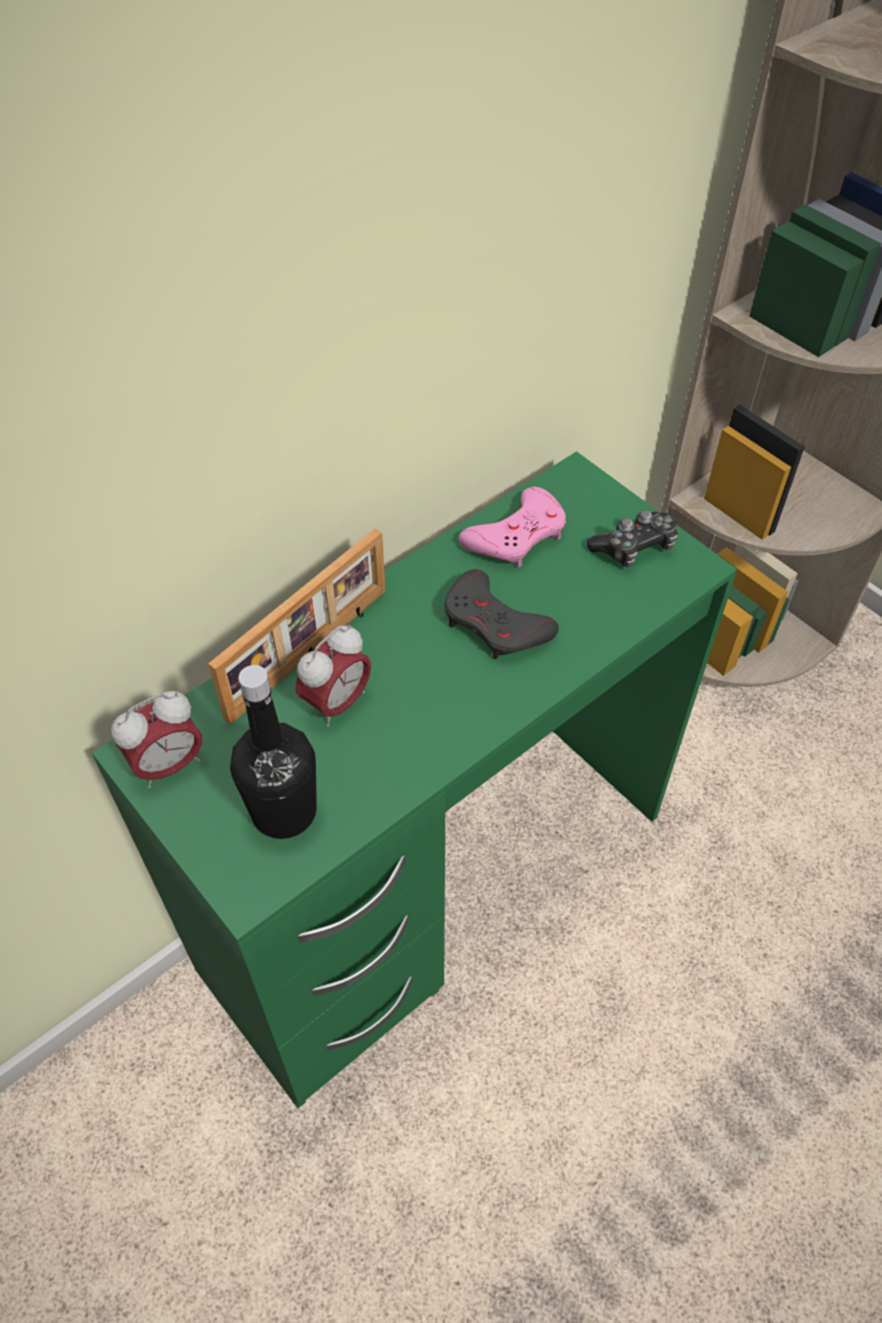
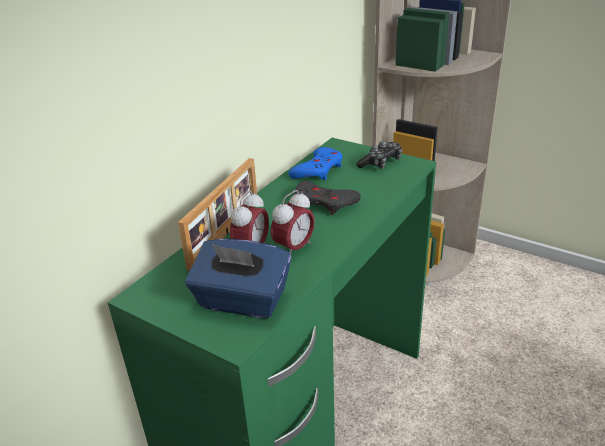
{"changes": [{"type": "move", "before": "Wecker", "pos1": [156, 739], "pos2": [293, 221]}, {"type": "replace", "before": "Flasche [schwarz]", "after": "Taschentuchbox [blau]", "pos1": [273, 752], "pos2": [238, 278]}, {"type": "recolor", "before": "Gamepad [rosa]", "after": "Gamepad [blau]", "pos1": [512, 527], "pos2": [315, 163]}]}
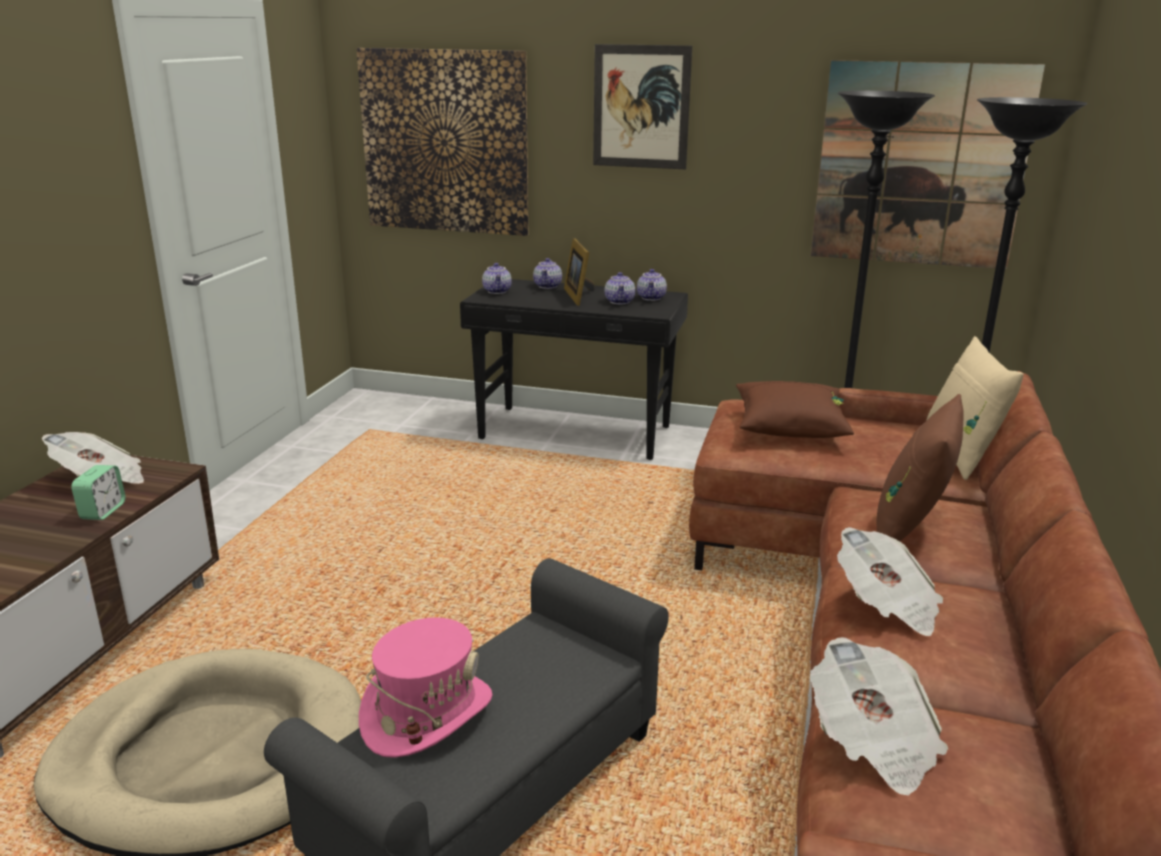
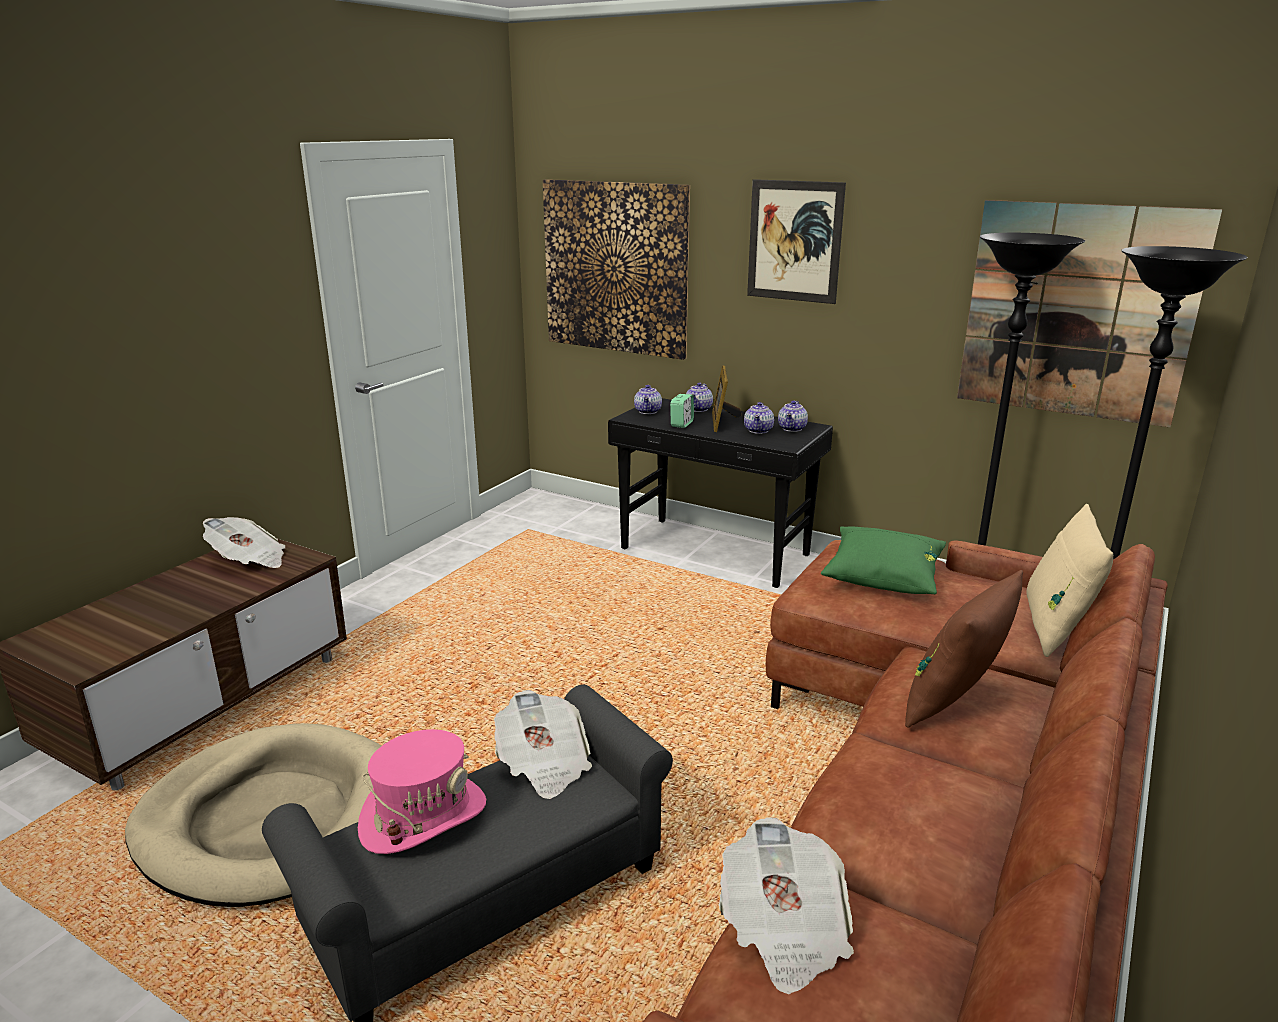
{"changes": [{"type": "move", "before": "Wecker", "pos1": [98, 492], "pos2": [682, 411]}, {"type": "recolor", "before": "Kissen [braun]", "after": "Kissen [grün]", "pos1": [795, 409], "pos2": [883, 560]}, {"type": "move", "before": "Zeitung", "pos1": [890, 581], "pos2": [543, 744]}]}
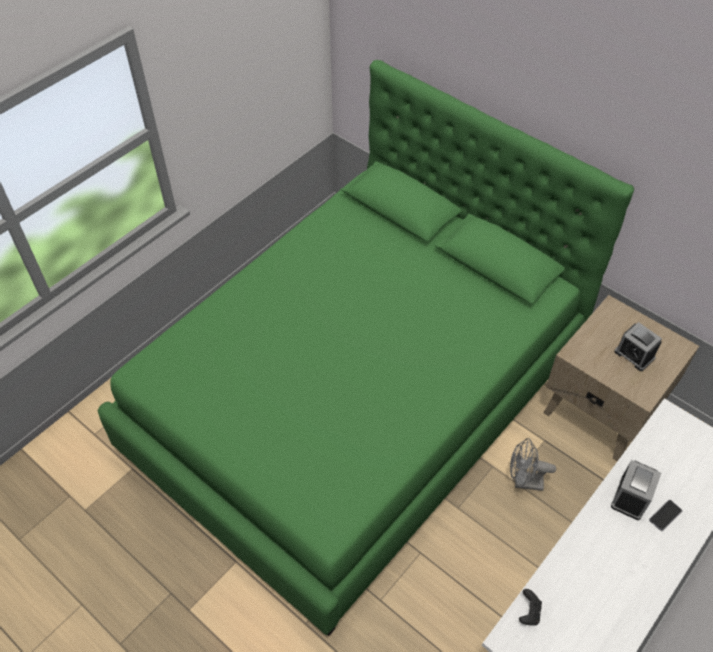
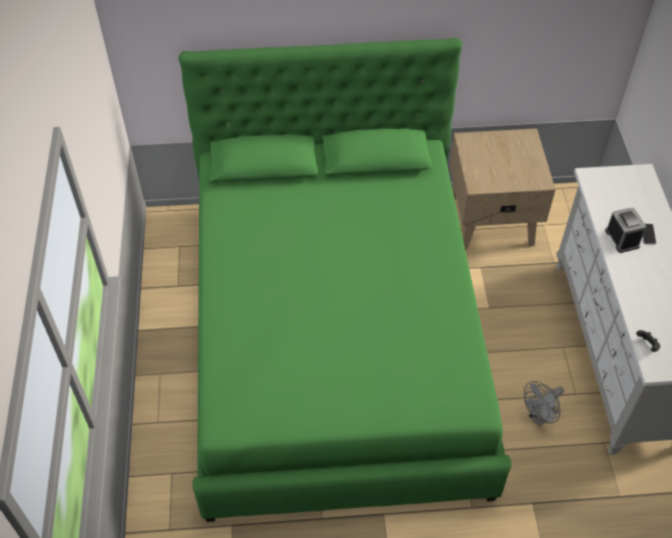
{"changes": [{"type": "move", "before": "Ventilator [grau]", "pos1": [533, 464], "pos2": [544, 404]}, {"type": "delete", "before": "Wecker", "pos1": [638, 346]}]}
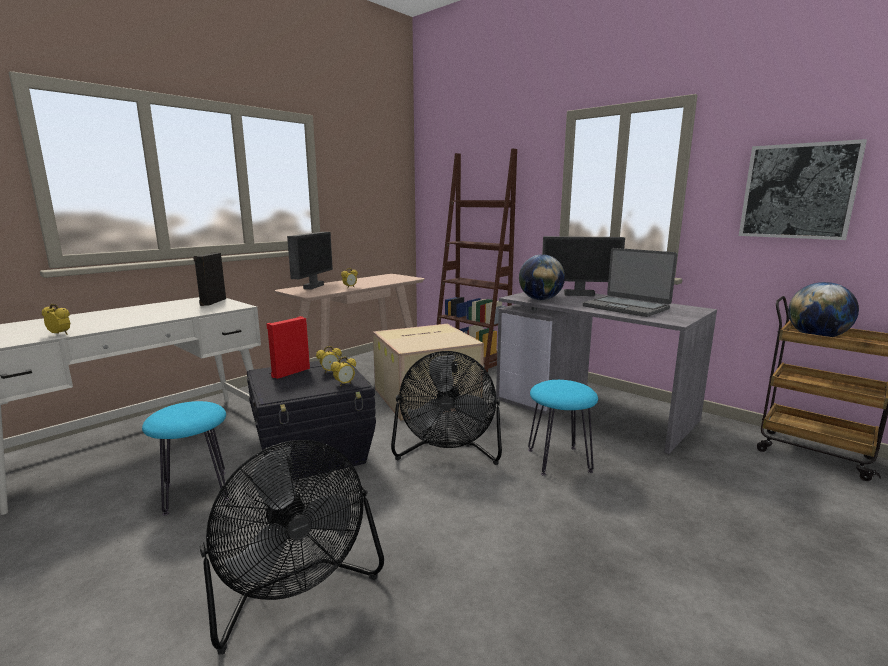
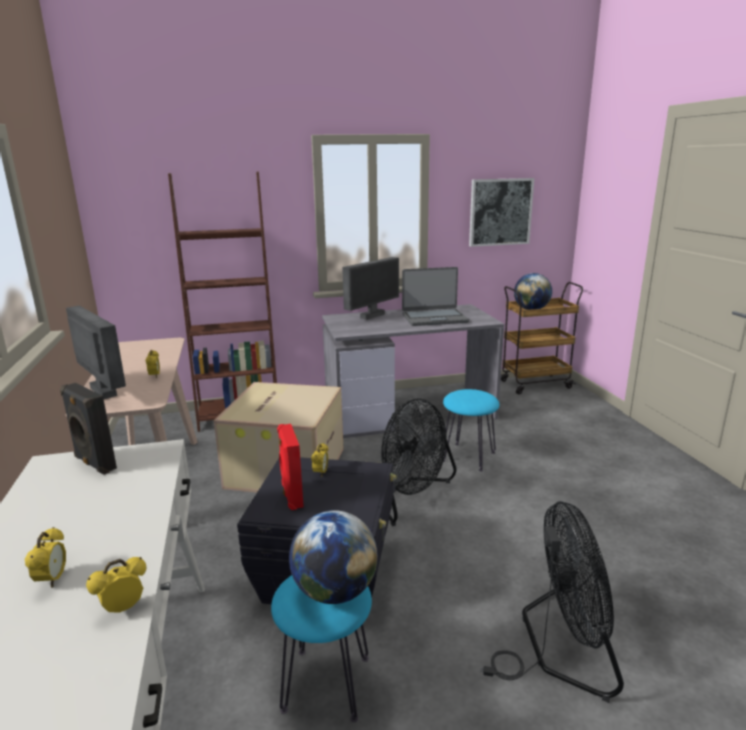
{"changes": [{"type": "move", "before": "Wecker", "pos1": [343, 371], "pos2": [45, 557]}, {"type": "move", "before": "Globus", "pos1": [542, 277], "pos2": [333, 557]}]}
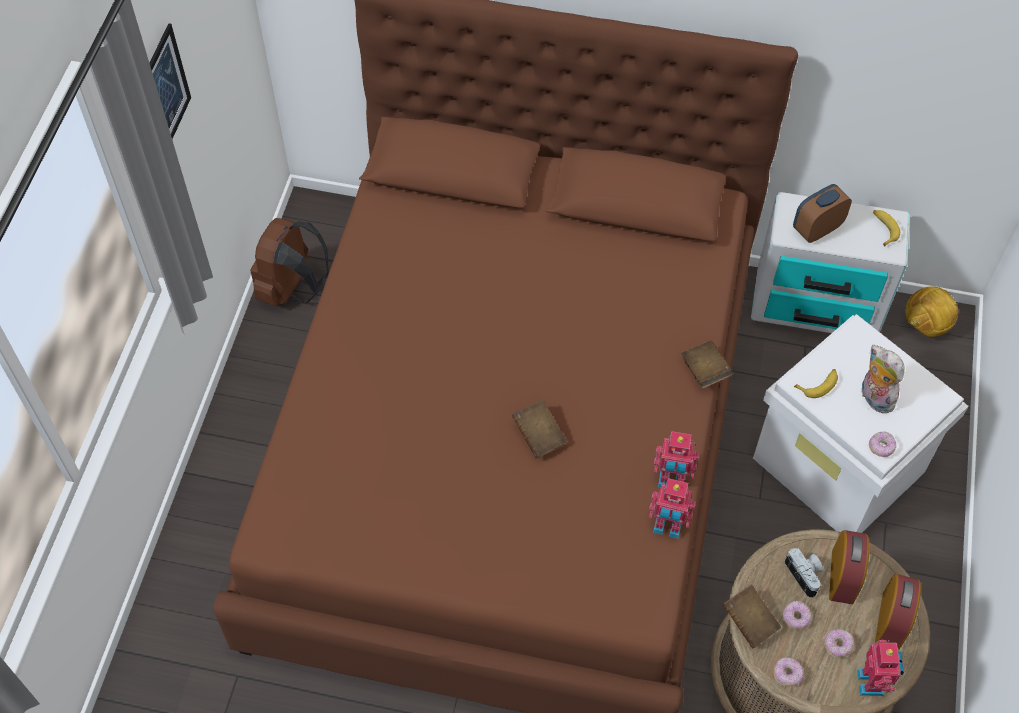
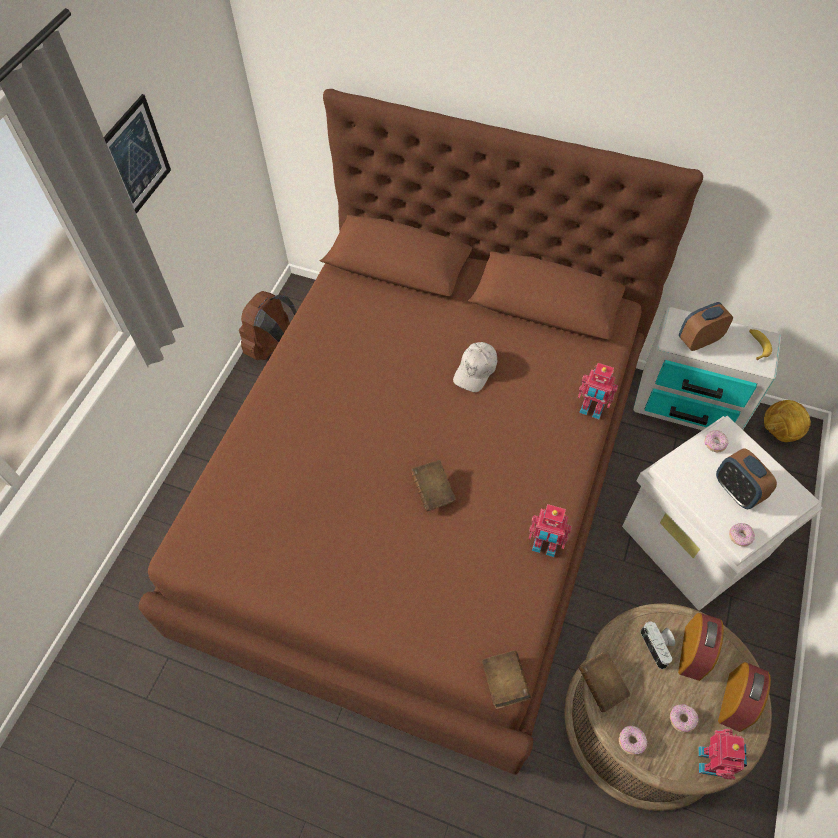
{"changes": [{"type": "move", "before": "Spielzeugroboter", "pos1": [672, 508], "pos2": [598, 391]}, {"type": "move", "before": "Buch [braun]", "pos1": [707, 364], "pos2": [506, 680]}, {"type": "move", "before": "Donut", "pos1": [797, 615], "pos2": [716, 441]}, {"type": "delete", "before": "Banane", "pos1": [816, 383]}, {"type": "replace", "before": "Plüschtier", "after": "Wecker", "pos1": [882, 379], "pos2": [746, 478]}, {"type": "insert", "after": "Kappe [weiß]", "pos2": [475, 367]}]}
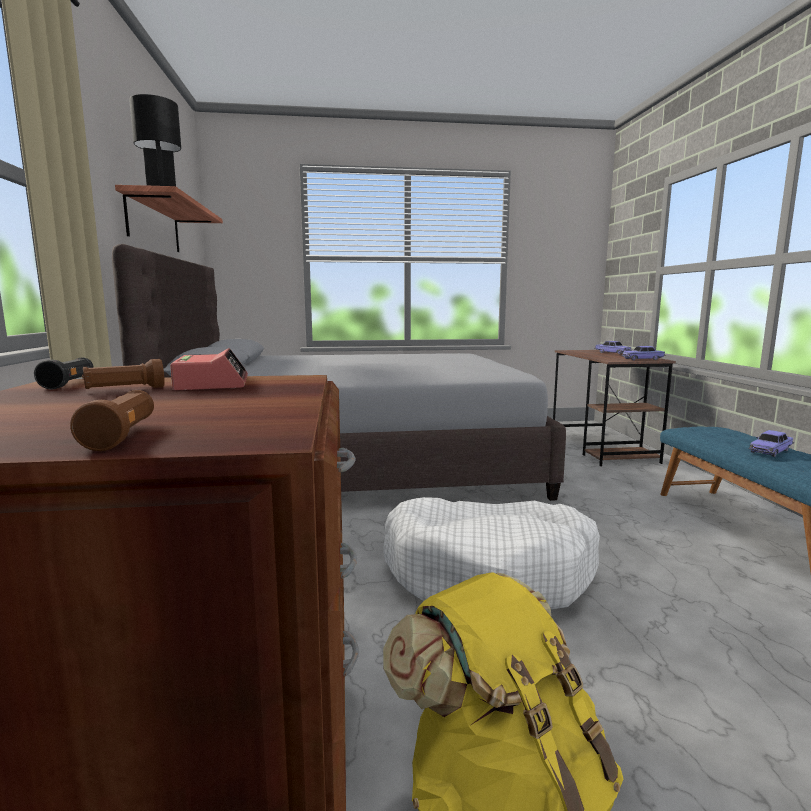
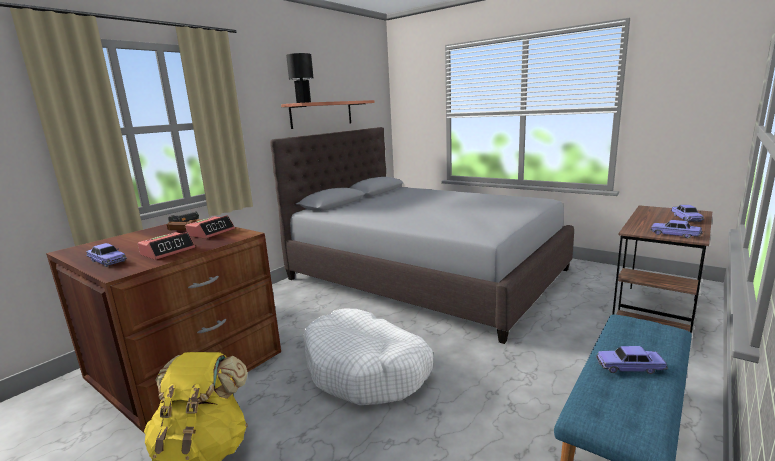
{"changes": [{"type": "replace", "before": "Taschenlampe [braun]", "after": "Spielzeugauto", "pos1": [112, 420], "pos2": [106, 255]}, {"type": "insert", "after": "Wecker", "pos2": [166, 246]}]}
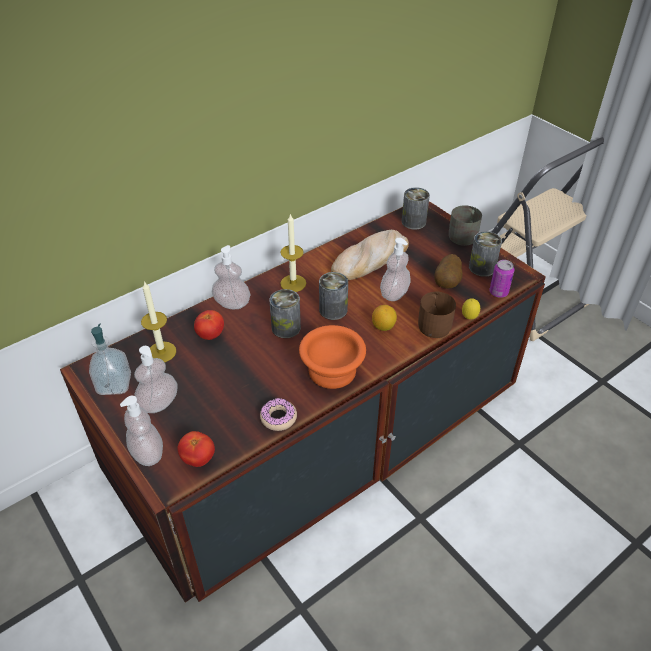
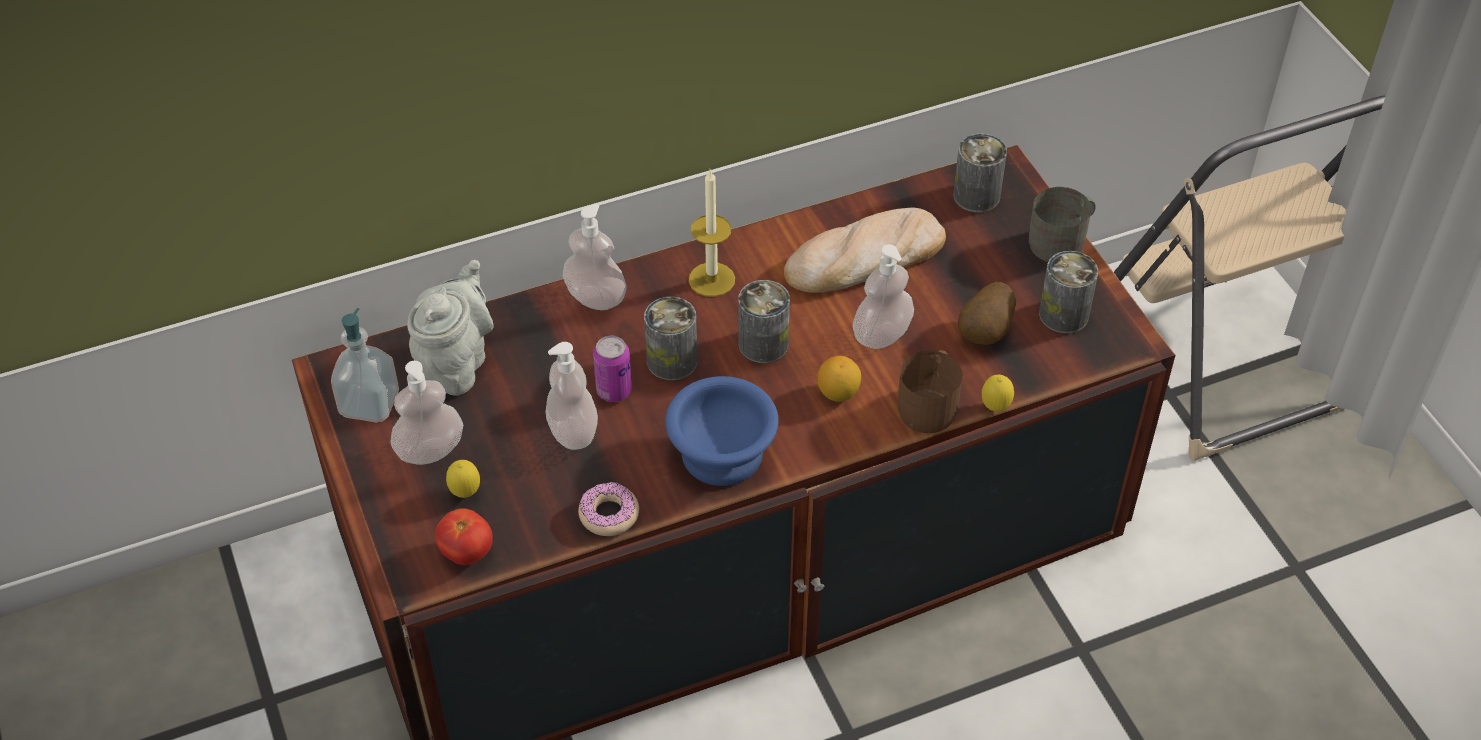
{"changes": [{"type": "move", "before": "Seifenspender", "pos1": [141, 431], "pos2": [572, 396]}, {"type": "replace", "before": "Kerze", "after": "Teekanne [grau]", "pos1": [158, 321], "pos2": [450, 328]}, {"type": "delete", "before": "Tomate", "pos1": [209, 325]}, {"type": "recolor", "before": "Schüssel [orange]", "after": "Schüssel [blau]", "pos1": [332, 357], "pos2": [722, 431]}, {"type": "move", "before": "Dose", "pos1": [501, 279], "pos2": [612, 369]}, {"type": "insert", "after": "Zitrone", "pos2": [463, 479]}]}
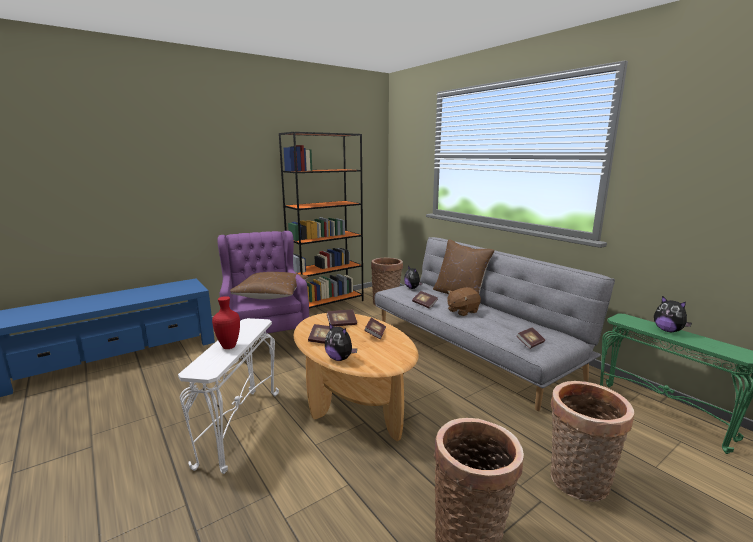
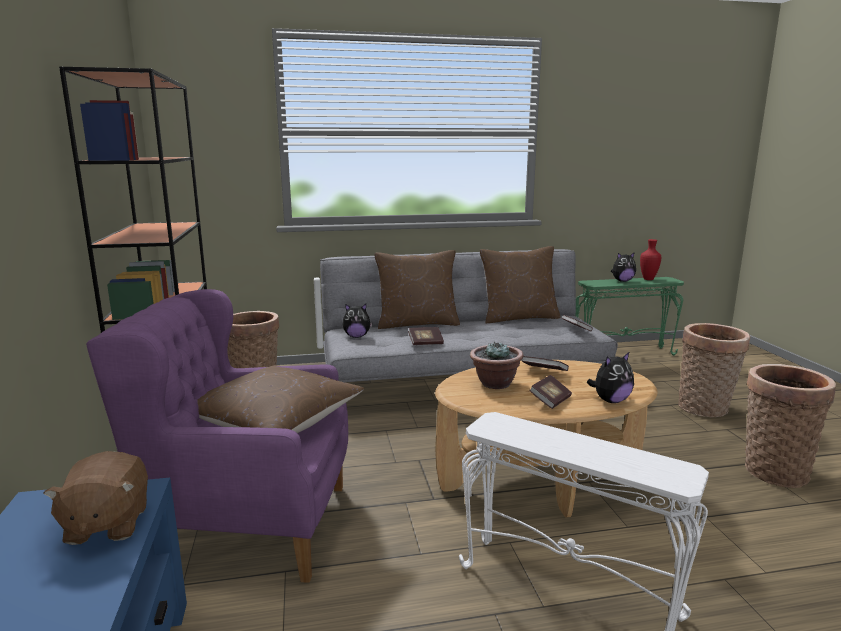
{"changes": [{"type": "move", "before": "Vase [rot]", "pos1": [226, 322], "pos2": [650, 259]}, {"type": "replace", "before": "Buch", "after": "Topfpflanze", "pos1": [342, 318], "pos2": [497, 365]}, {"type": "move", "before": "Plüschtier [braun]", "pos1": [464, 301], "pos2": [95, 498]}, {"type": "insert", "after": "Kissen [braun]", "pos2": [520, 284]}]}
